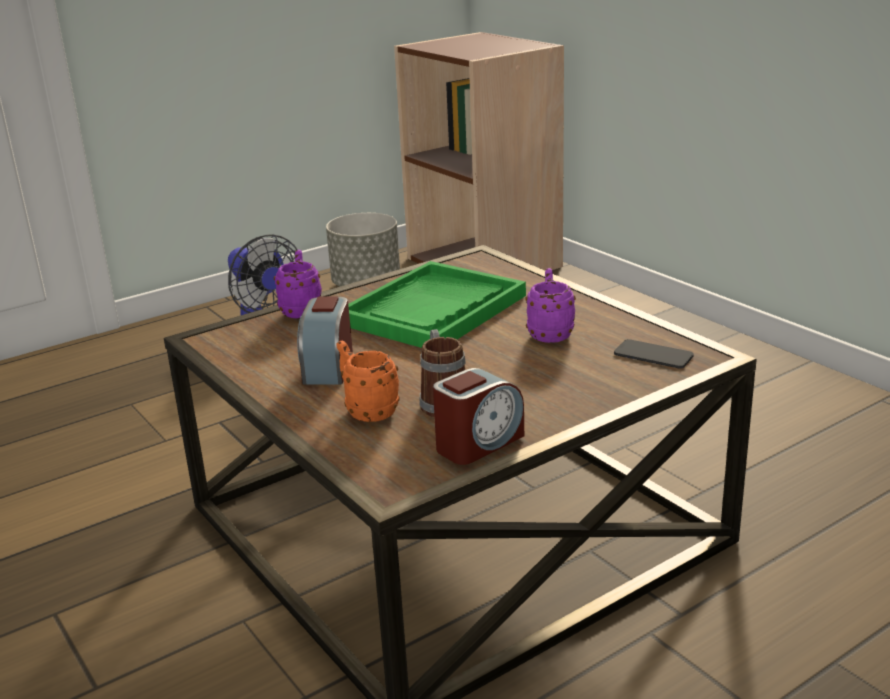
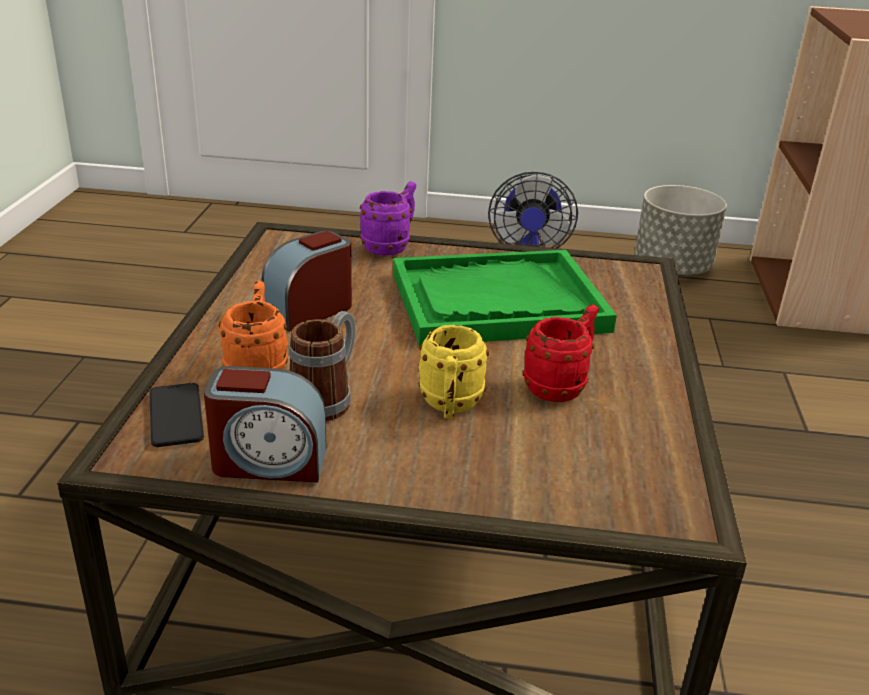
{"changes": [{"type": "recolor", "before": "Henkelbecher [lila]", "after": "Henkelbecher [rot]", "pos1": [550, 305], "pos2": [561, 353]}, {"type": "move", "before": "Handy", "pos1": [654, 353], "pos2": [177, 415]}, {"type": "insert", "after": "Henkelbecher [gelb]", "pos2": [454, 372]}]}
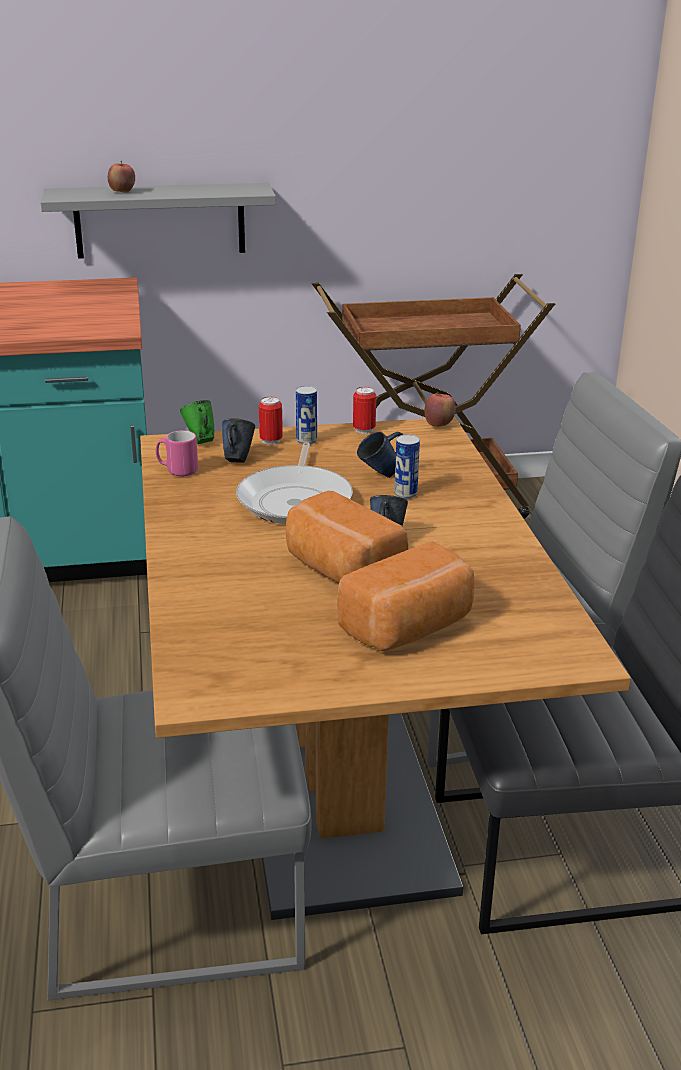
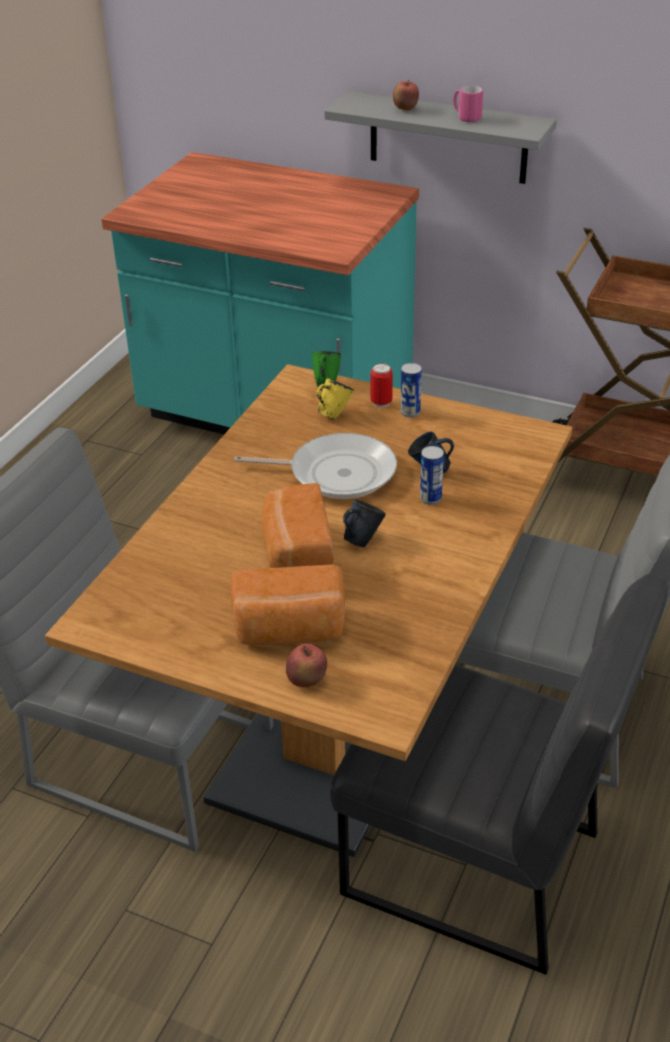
{"changes": [{"type": "move", "before": "Henkelbecher [rosa]", "pos1": [177, 453], "pos2": [468, 104]}, {"type": "recolor", "before": "Henkelbecher [blau]", "after": "Henkelbecher [gelb]", "pos1": [238, 440], "pos2": [335, 399]}, {"type": "rotate", "before": "Pfanne", "pos1": [294, 483], "pos2": [315, 466], "turn": -120}, {"type": "delete", "before": "Dose", "pos1": [364, 410]}, {"type": "move", "before": "Apfel", "pos1": [440, 409], "pos2": [306, 665]}]}
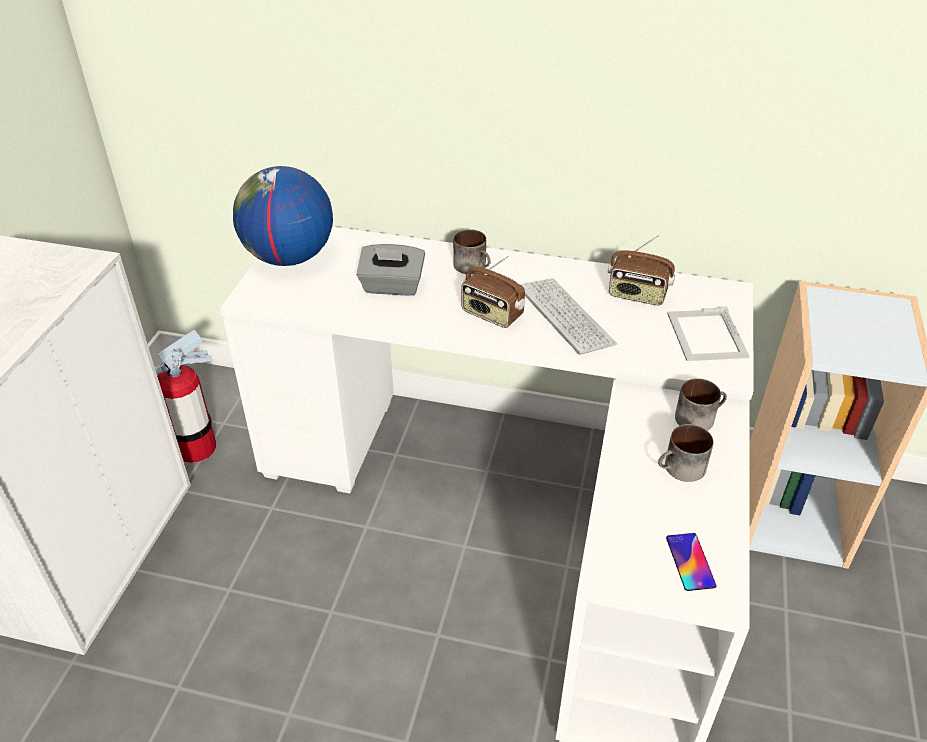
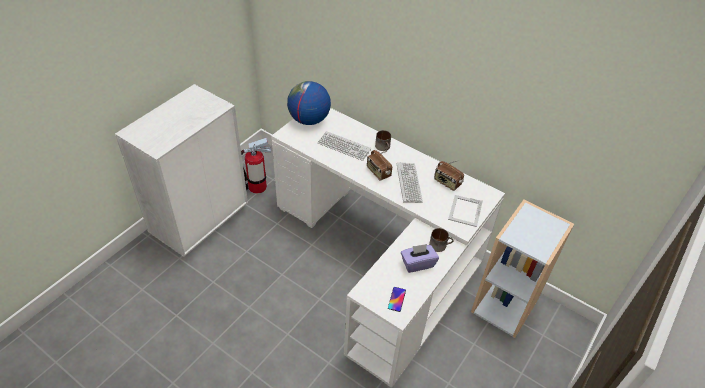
{"changes": [{"type": "replace", "before": "Taschentuchbox [grau]", "after": "Tastatur", "pos1": [391, 270], "pos2": [344, 146]}, {"type": "replace", "before": "Henkelbecher", "after": "Taschentuchbox [lila]", "pos1": [686, 453], "pos2": [420, 258]}]}
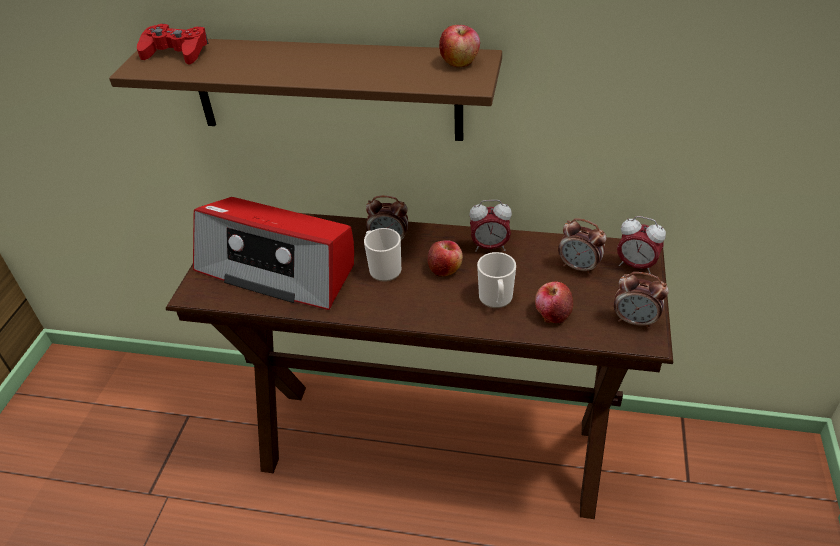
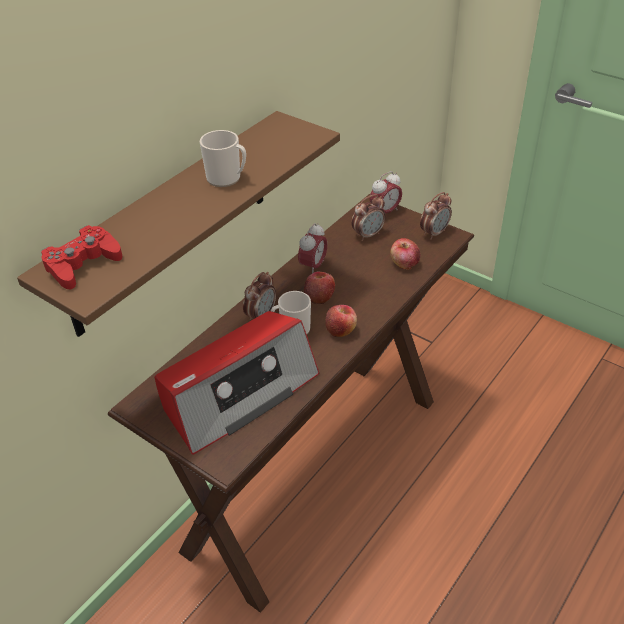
{"changes": [{"type": "move", "before": "Apfel", "pos1": [459, 46], "pos2": [341, 321]}, {"type": "move", "before": "Henkelbecher", "pos1": [496, 280], "pos2": [223, 158]}]}
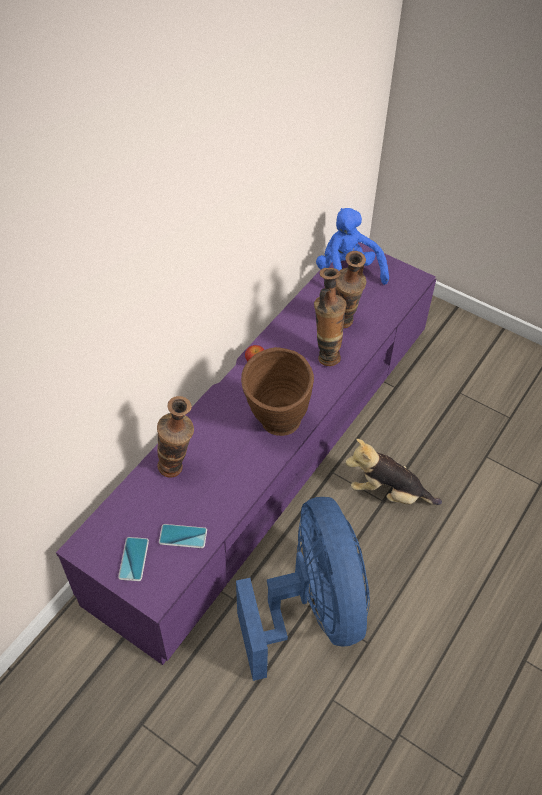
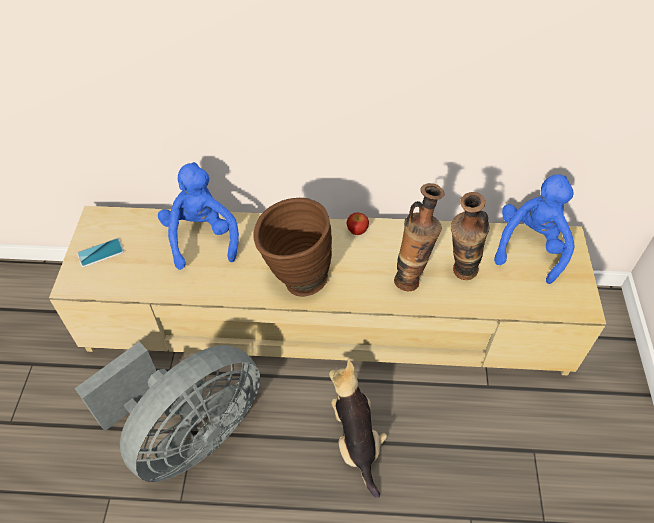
{"changes": [{"type": "recolor", "before": "Fernsehschrank [lila]", "after": "Fernsehschrank [beige]", "pos1": [246, 453], "pos2": [327, 290]}, {"type": "replace", "before": "Vase", "after": "Plüschtier [blau]", "pos1": [175, 437], "pos2": [198, 216]}, {"type": "delete", "before": "Handy", "pos1": [183, 536]}, {"type": "recolor", "before": "Ventilator [blau]", "after": "Ventilator [grau]", "pos1": [303, 589], "pos2": [167, 412]}]}
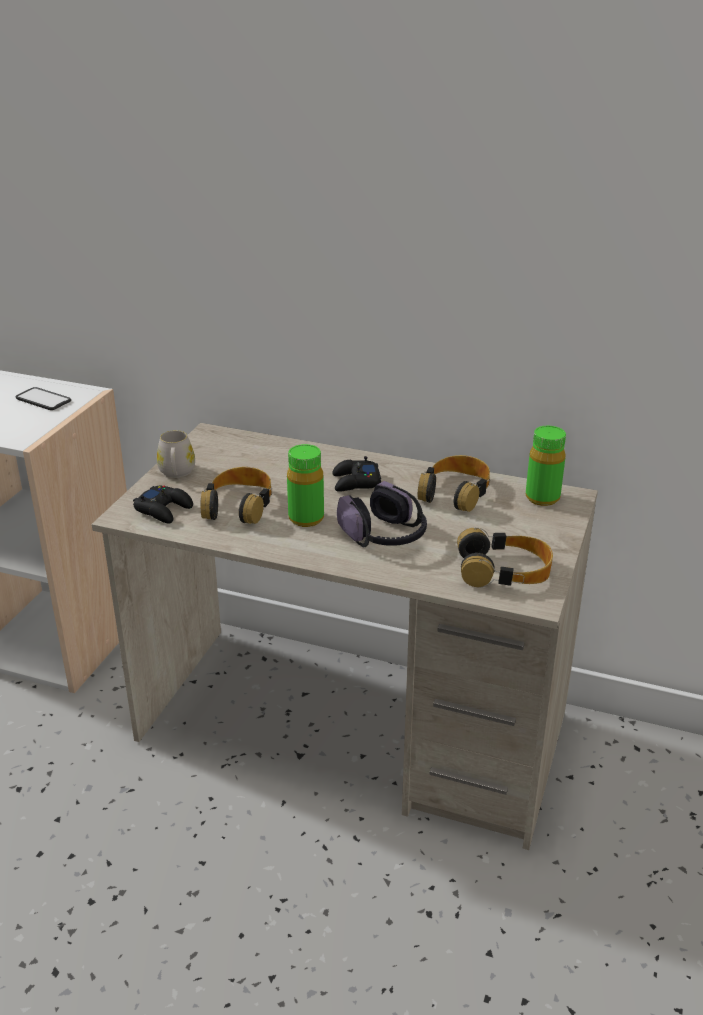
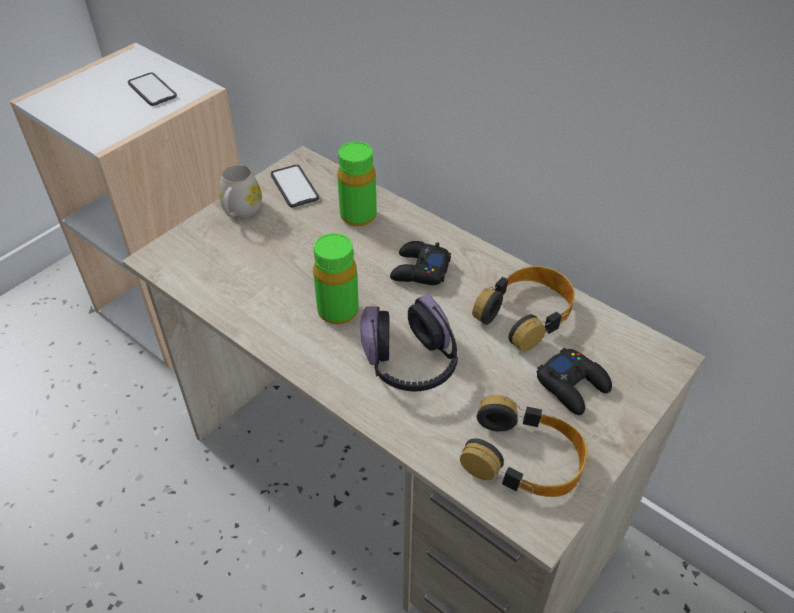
{"changes": [{"type": "move", "before": "Gamepad [schwarz]", "pos1": [163, 505], "pos2": [574, 381]}, {"type": "delete", "before": "Kopfhörer", "pos1": [236, 495]}, {"type": "move", "before": "Flasche [grün]", "pos1": [546, 466], "pos2": [357, 184]}, {"type": "insert", "after": "Handy", "pos2": [295, 186]}]}
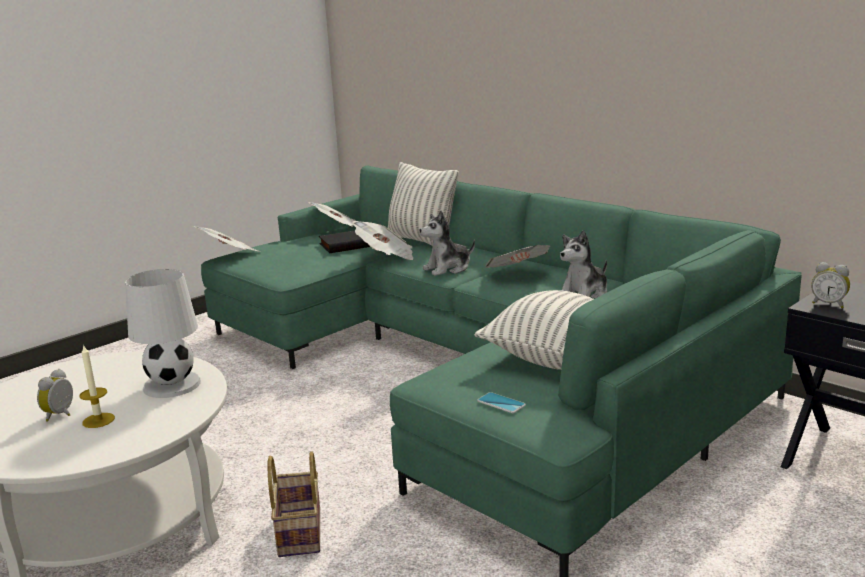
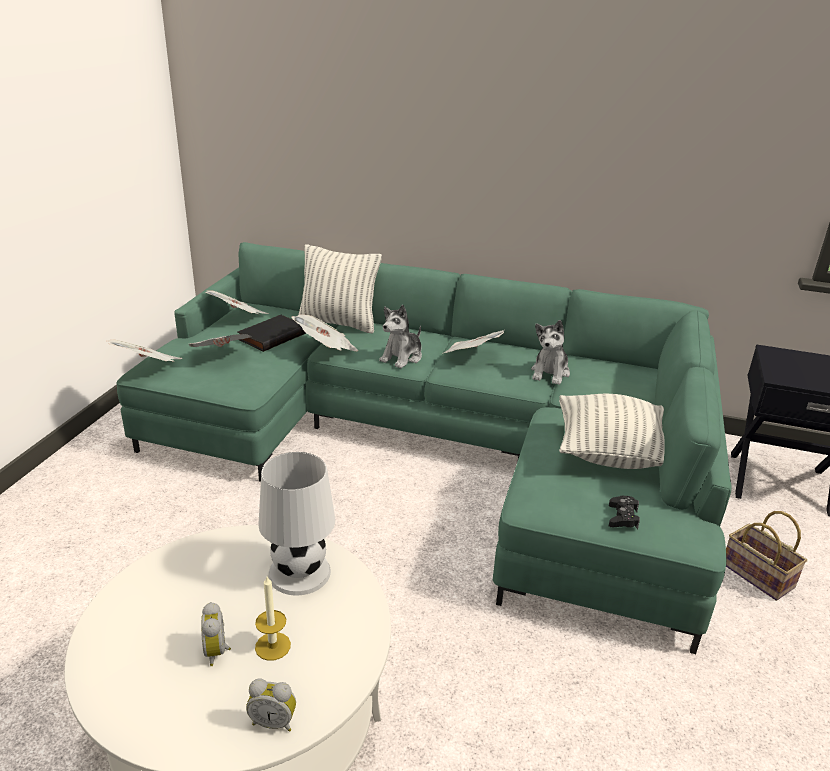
{"changes": [{"type": "move", "before": "Korb", "pos1": [294, 504], "pos2": [766, 556]}, {"type": "replace", "before": "Handy", "after": "Gamepad [schwarz]", "pos1": [501, 402], "pos2": [624, 512]}, {"type": "move", "before": "Wecker", "pos1": [830, 285], "pos2": [271, 705]}, {"type": "insert", "after": "Zeitung", "pos2": [220, 340]}]}
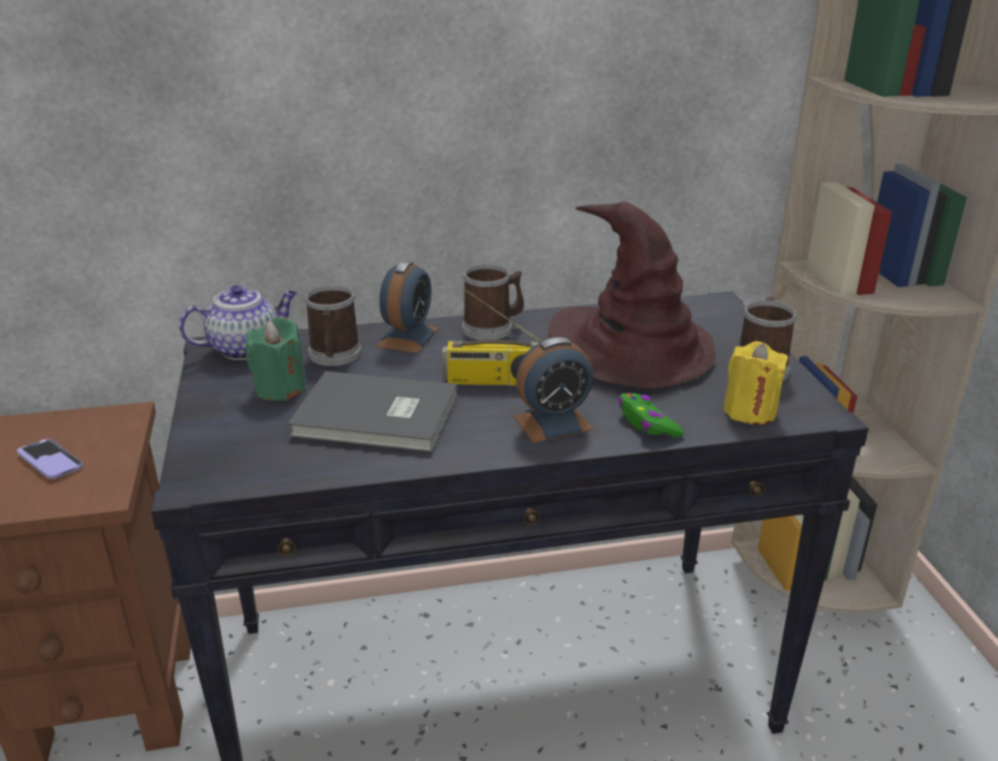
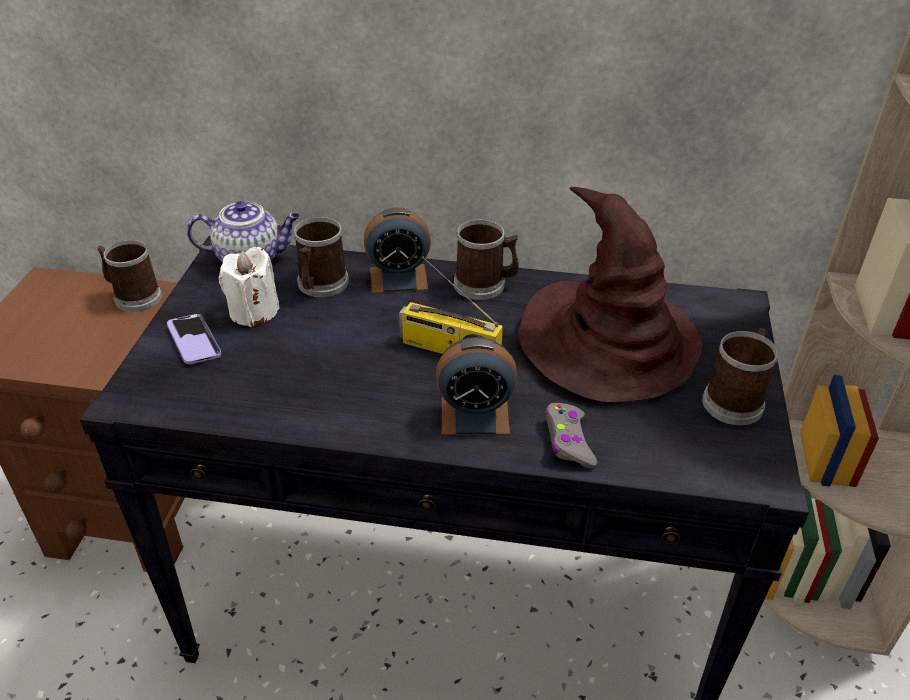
{"changes": [{"type": "move", "before": "Handy", "pos1": [50, 459], "pos2": [194, 339]}, {"type": "recolor", "before": "Kerze [grün]", "after": "Kerze [weiß]", "pos1": [276, 359], "pos2": [249, 287]}, {"type": "delete", "before": "Buch [grau]", "pos1": [372, 412]}, {"type": "rotate", "before": "Wecker", "pos1": [407, 307], "pos2": [397, 250], "turn": 45}, {"type": "recolor", "before": "Gamepad [grün]", "after": "Gamepad [grau]", "pos1": [651, 415], "pos2": [571, 435]}, {"type": "delete", "before": "Kerze [gelb]", "pos1": [755, 382]}, {"type": "insert", "after": "Henkelbecher", "pos2": [129, 276]}]}
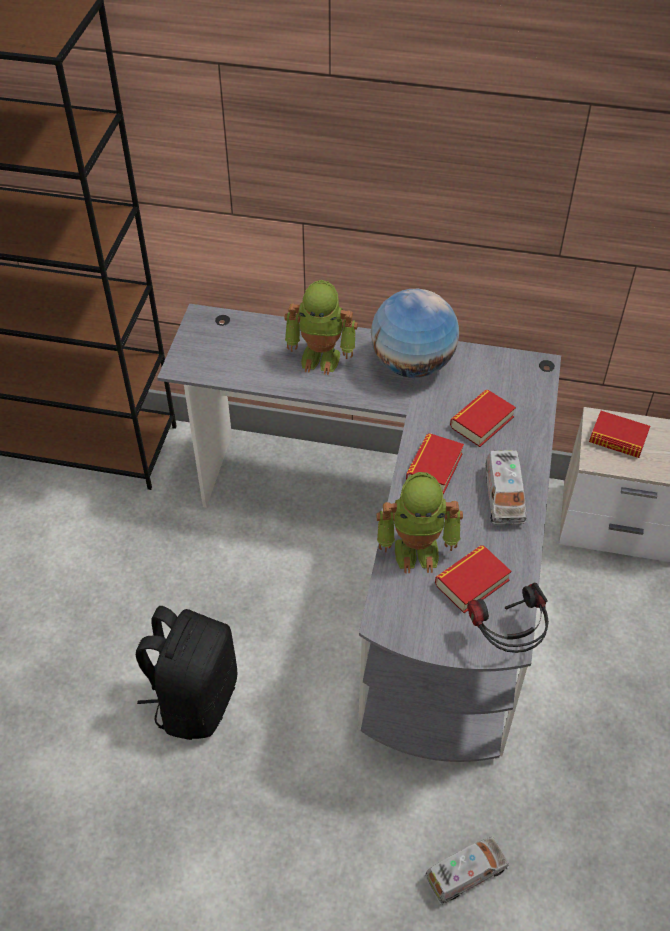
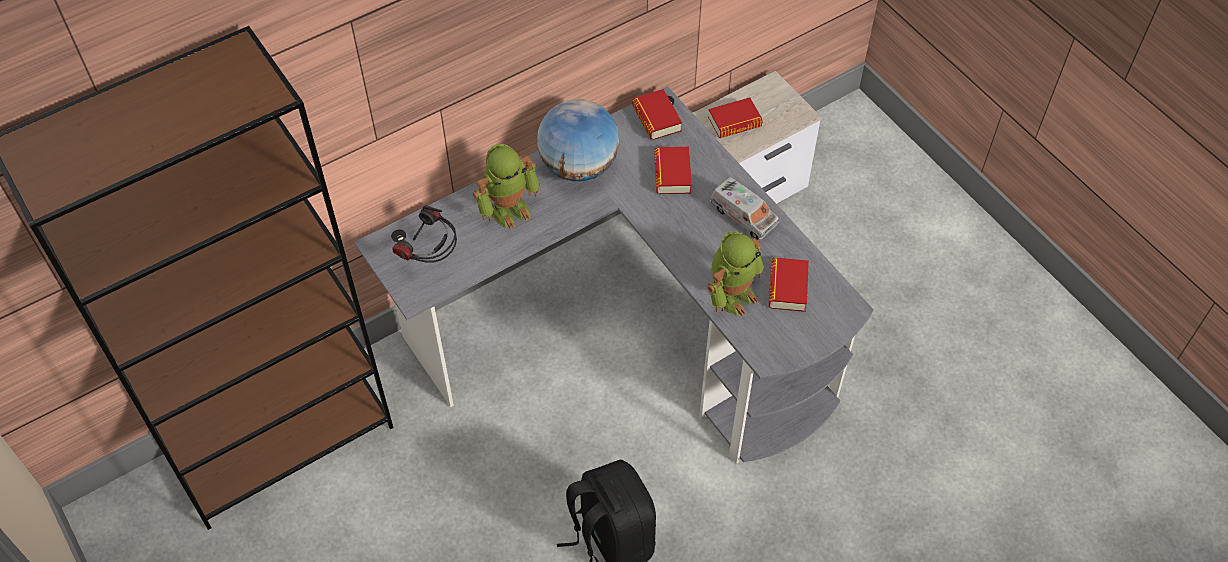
{"changes": [{"type": "move", "before": "Buch", "pos1": [435, 464], "pos2": [657, 114]}, {"type": "delete", "before": "Spielzeuglaster", "pos1": [467, 871]}, {"type": "move", "before": "Kopfhörer", "pos1": [508, 618], "pos2": [424, 234]}]}
